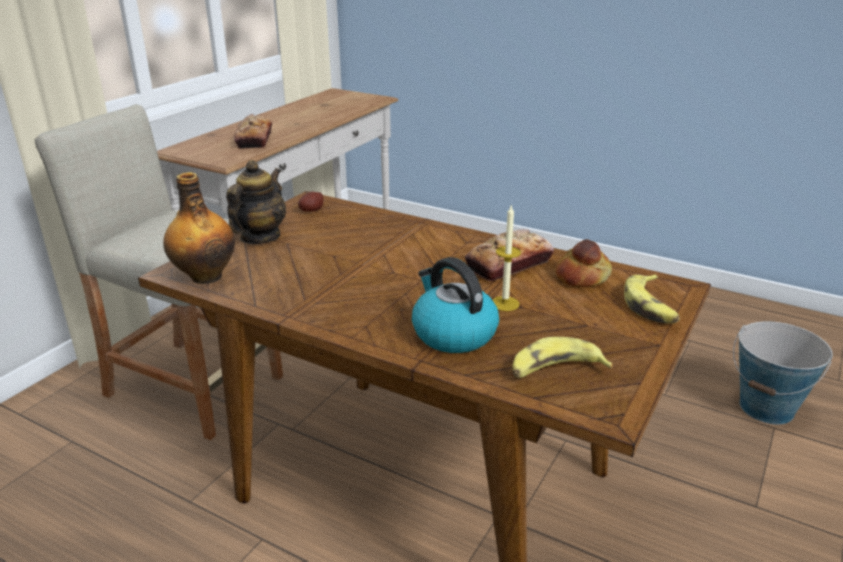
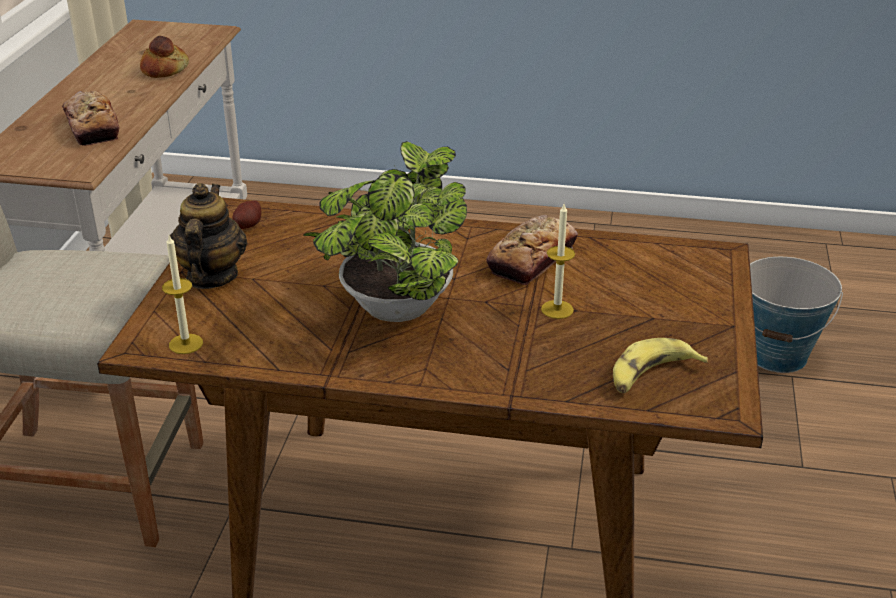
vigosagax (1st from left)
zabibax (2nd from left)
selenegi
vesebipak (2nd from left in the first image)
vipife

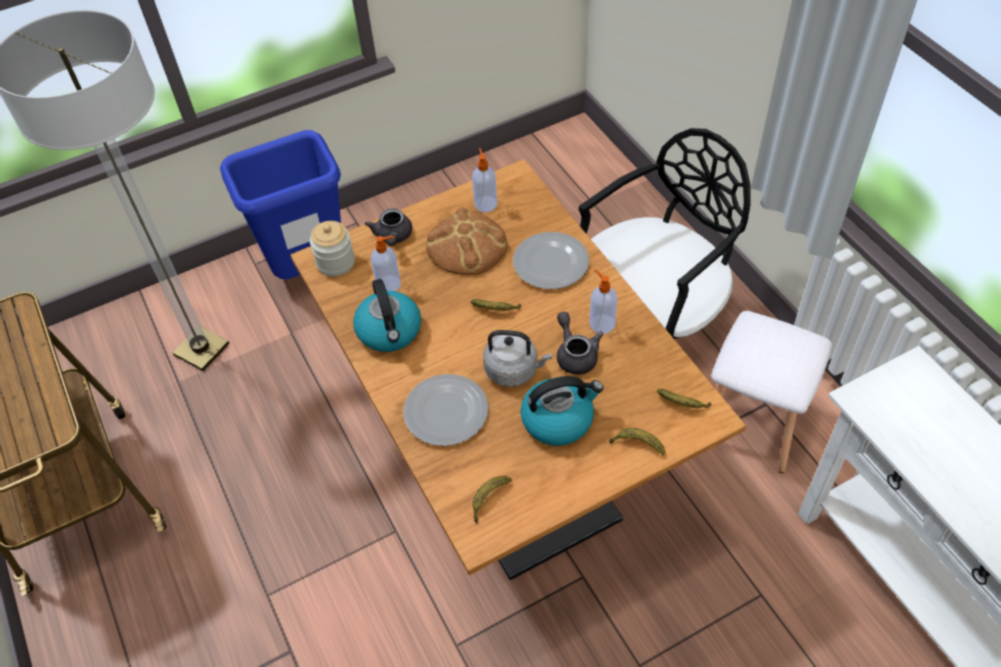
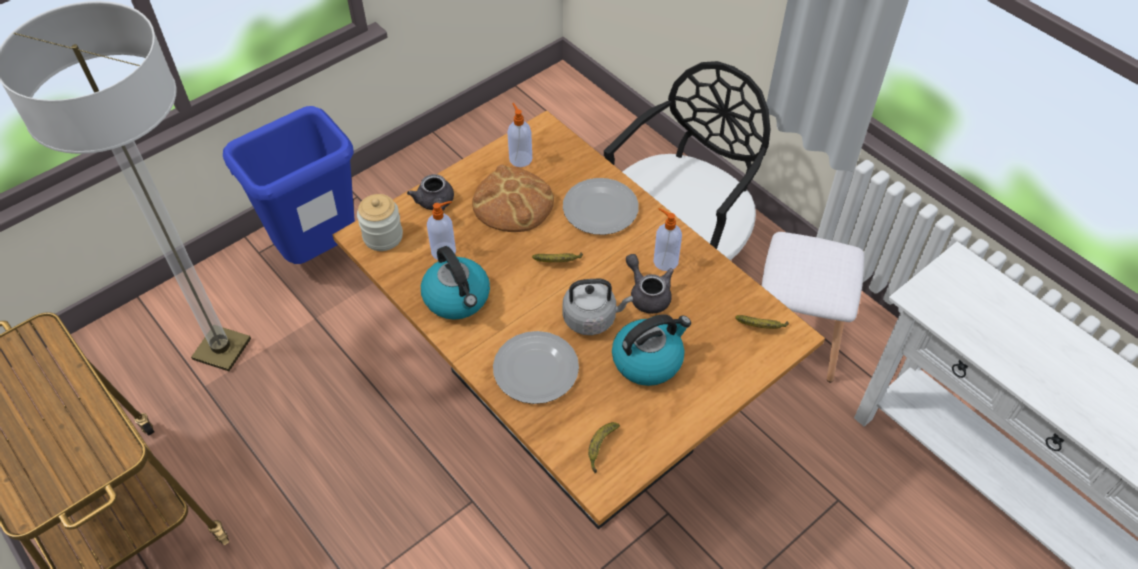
vesebipak (3rd from left in the first image)

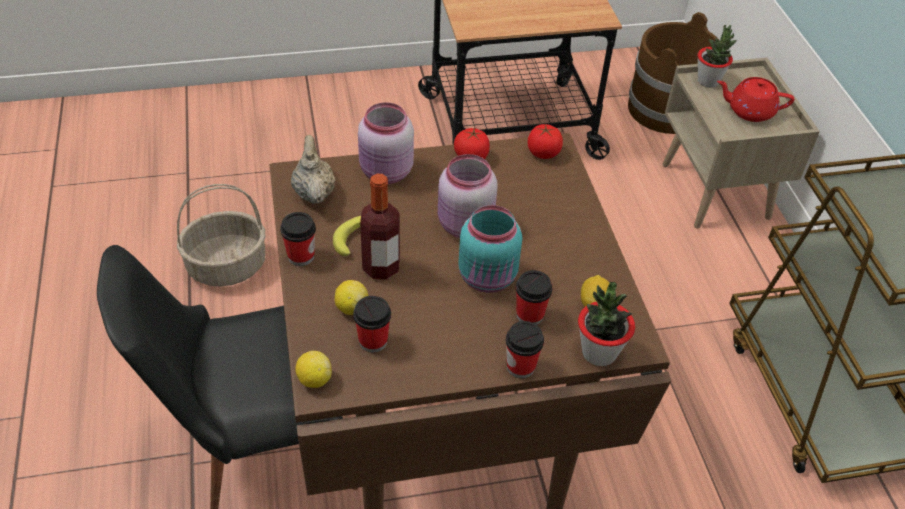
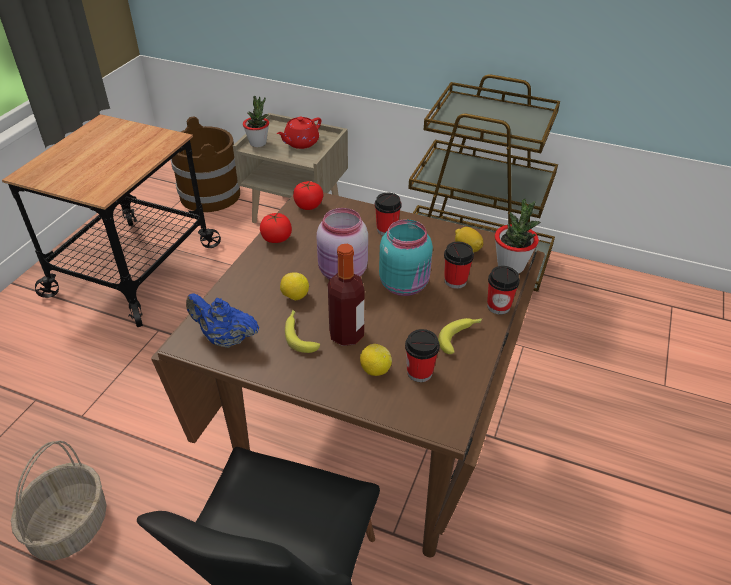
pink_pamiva (1st from left in the first image)
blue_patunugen
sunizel (1st from left)
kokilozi (1st from left)
vesebipak (2nd from left)

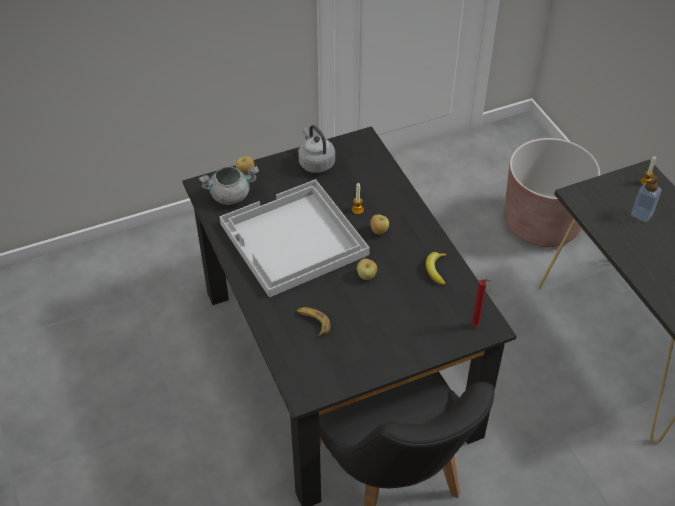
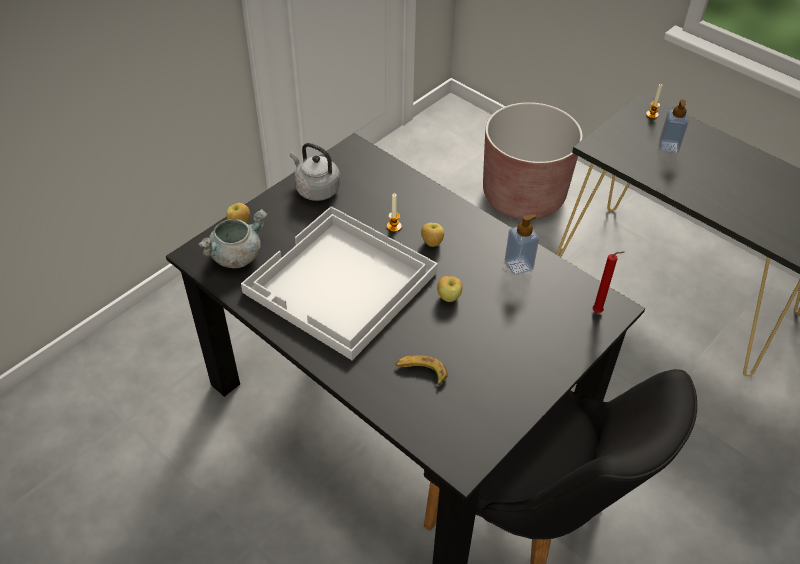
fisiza (1st from left)

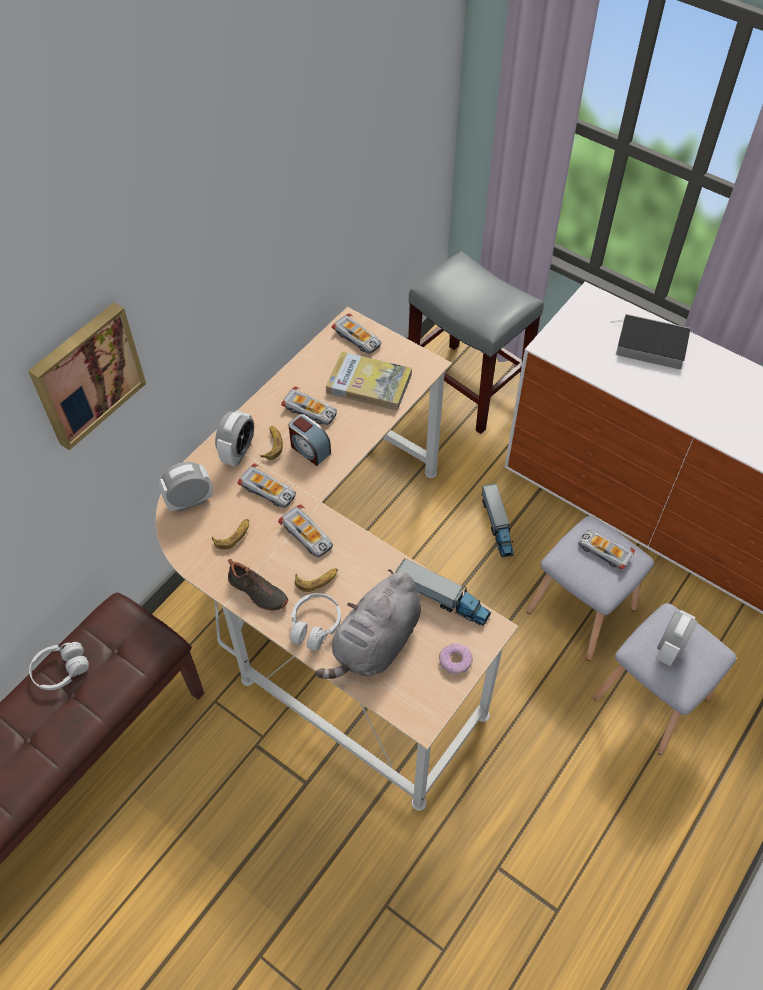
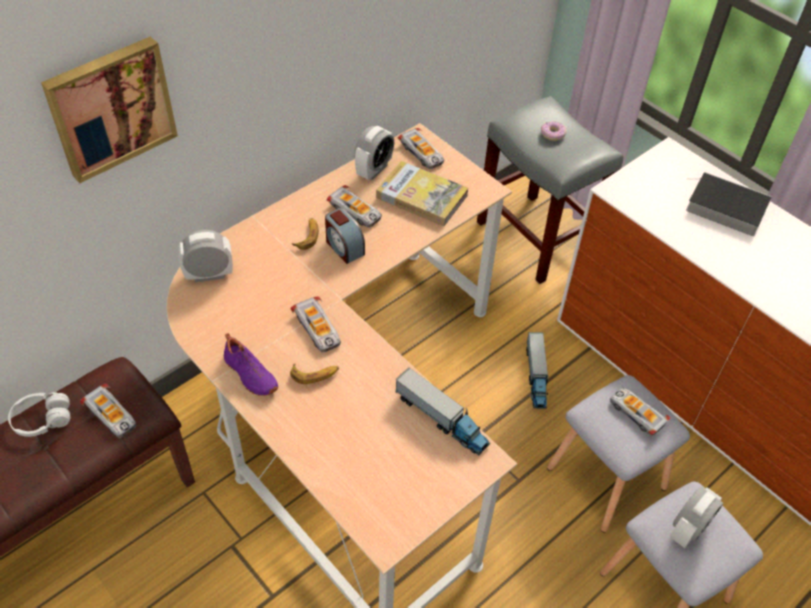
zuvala (3rd from left)
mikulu (1st from left)
vesebipak (1st from left in the first image)
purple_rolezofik
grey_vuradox
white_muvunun (2nd from left in the first image)
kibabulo

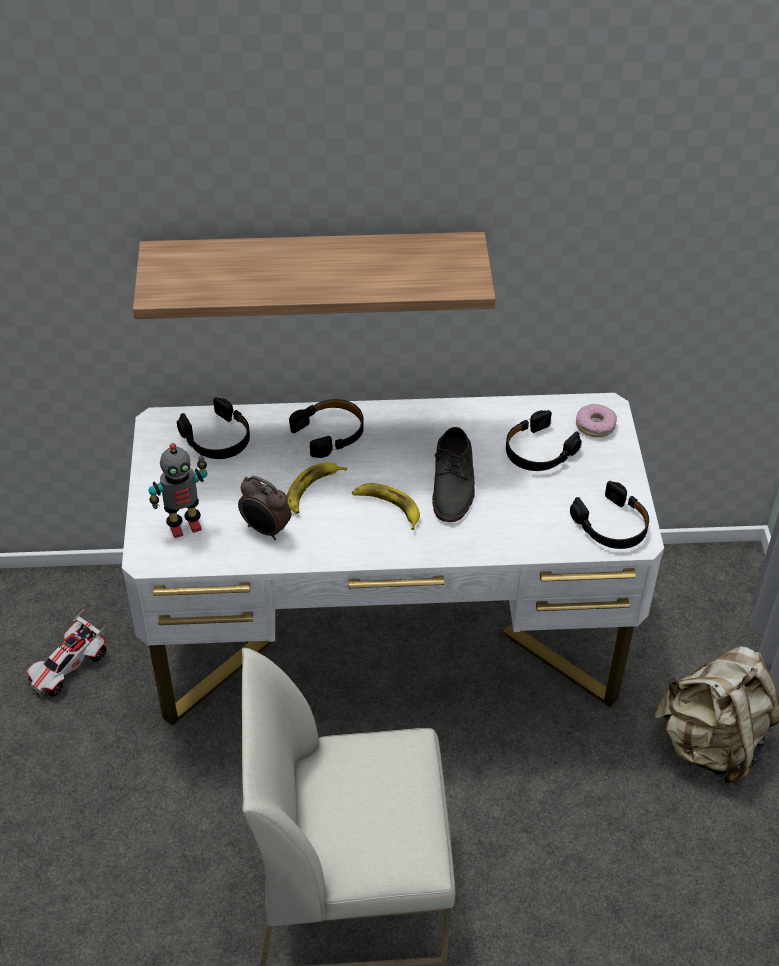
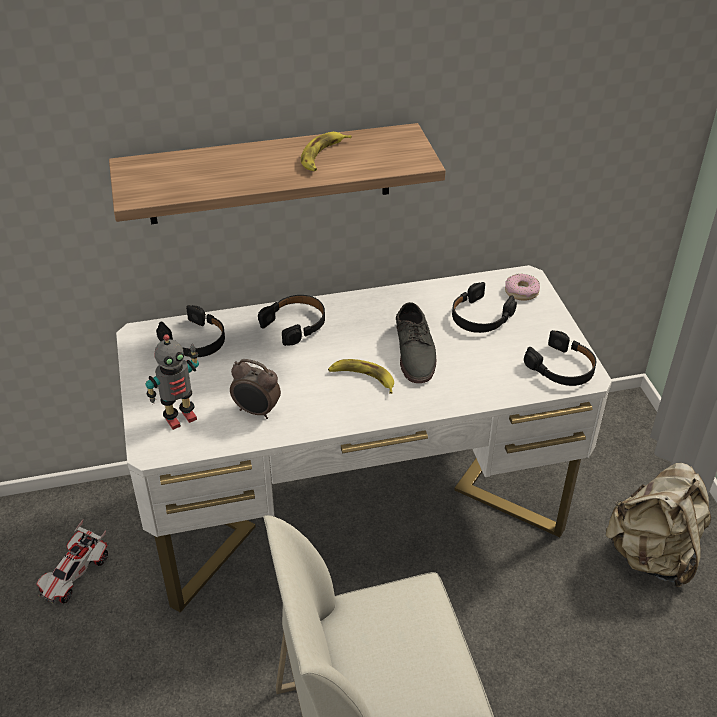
vesebipak (1st from left)

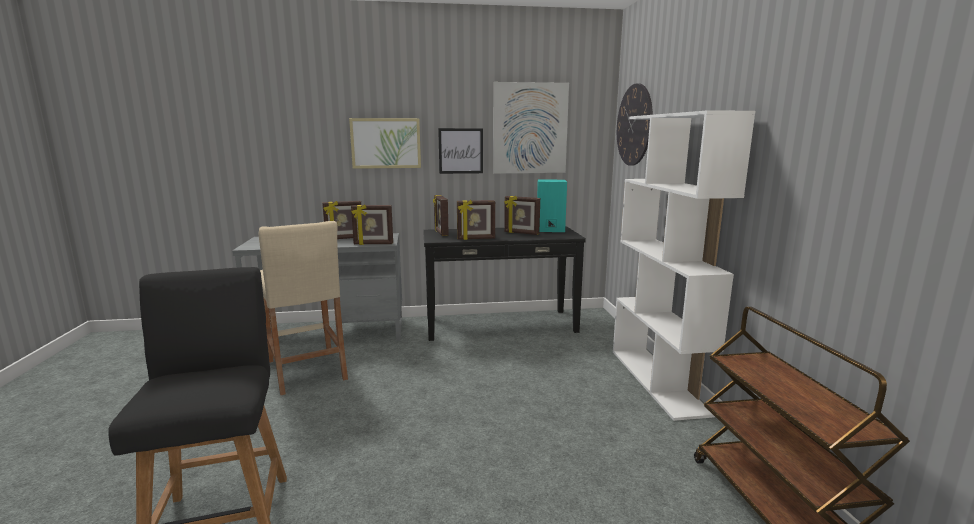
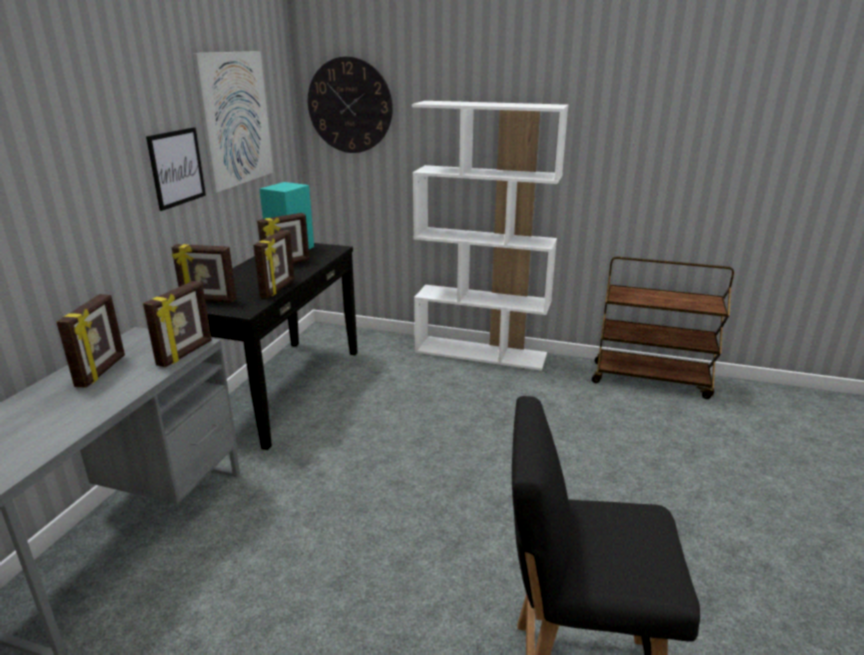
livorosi (1st from left in the first image)
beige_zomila

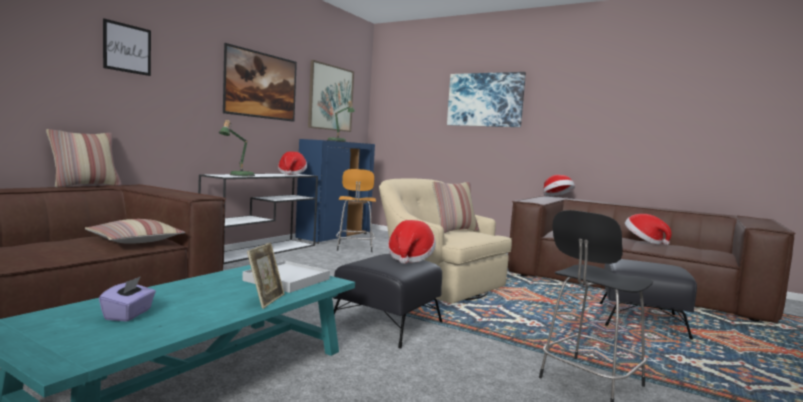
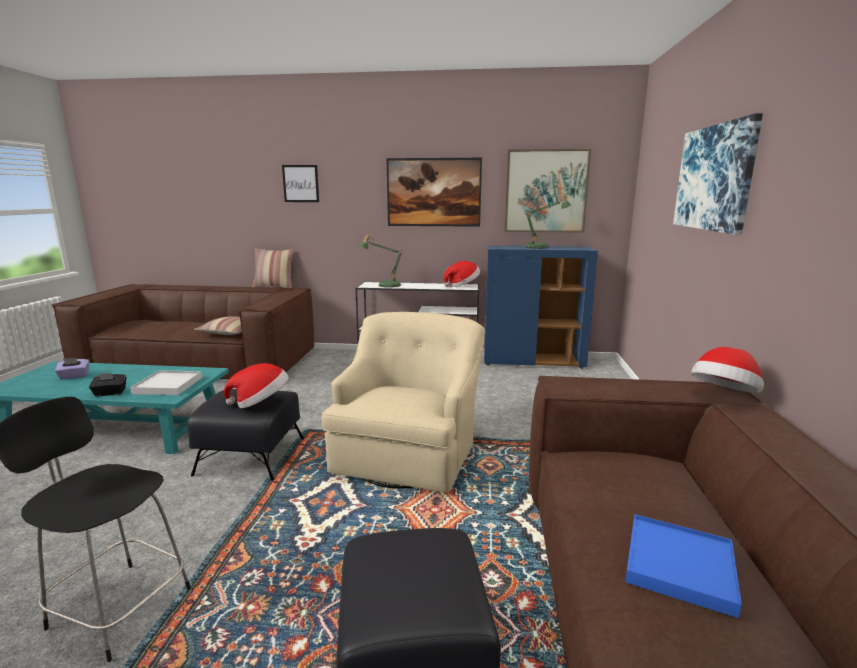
orange_zomila
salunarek (3rd from left in the first image)
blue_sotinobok
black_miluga

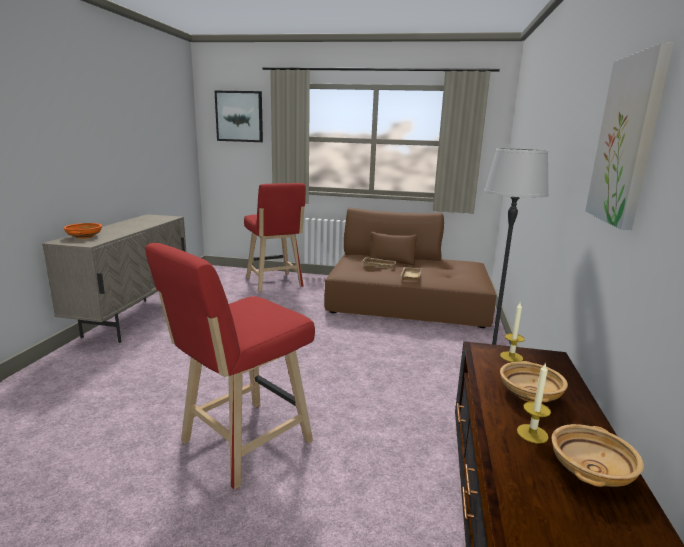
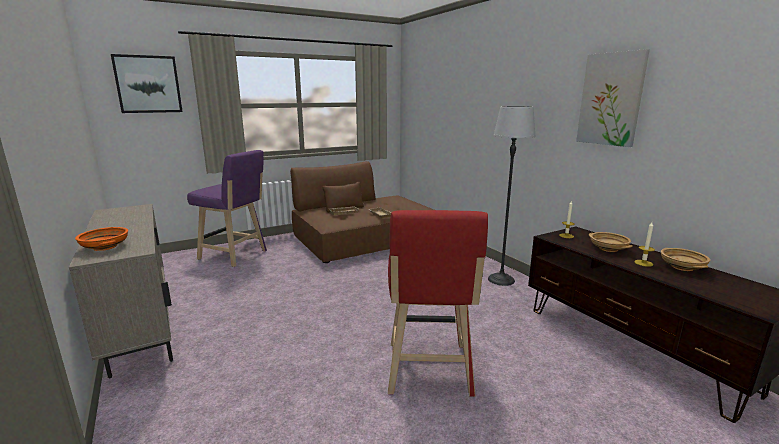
purple_zomila

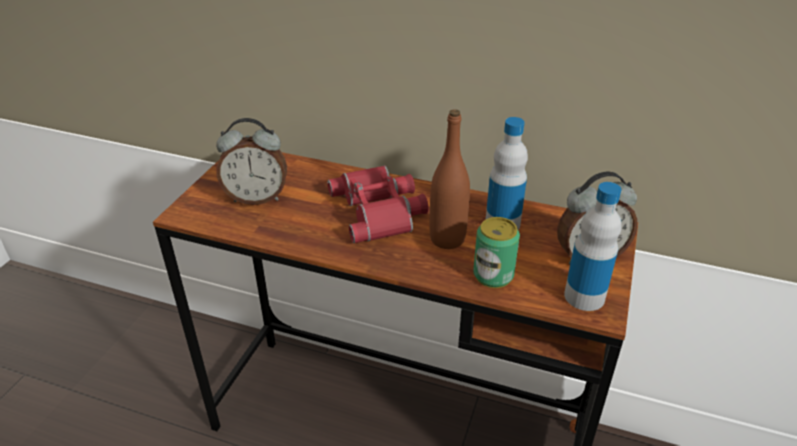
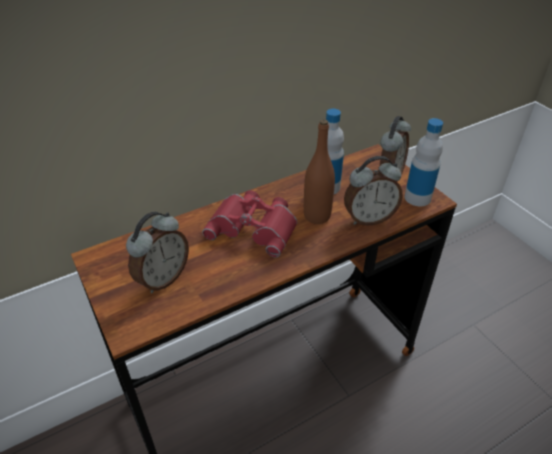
zuvala (2nd from left)

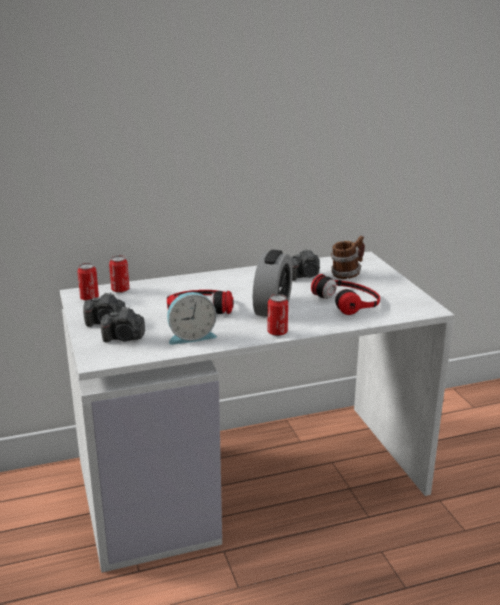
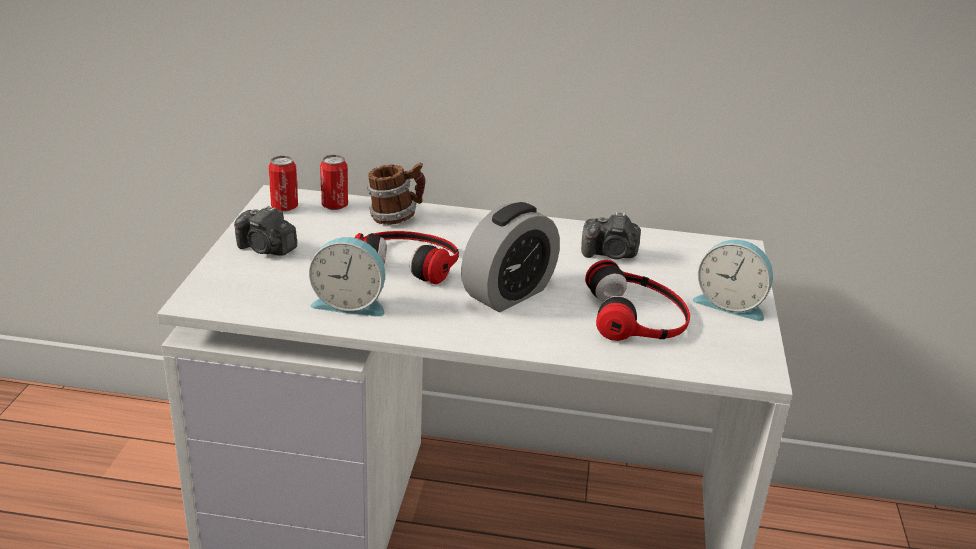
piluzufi
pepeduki (3rd from left in the first image)
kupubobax (2nd from left in the first image)
zuvala (3rd from left)

